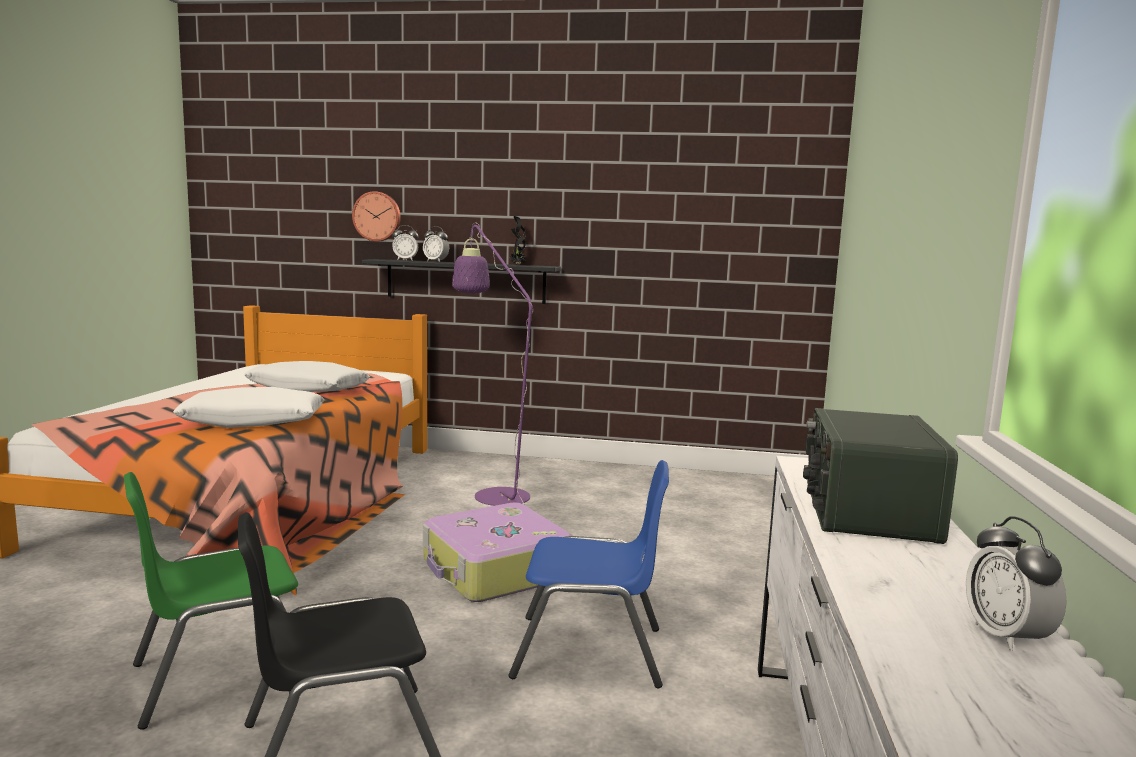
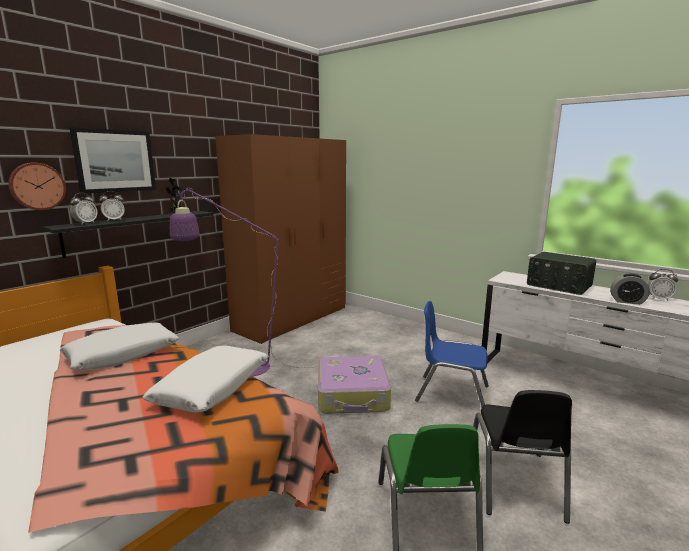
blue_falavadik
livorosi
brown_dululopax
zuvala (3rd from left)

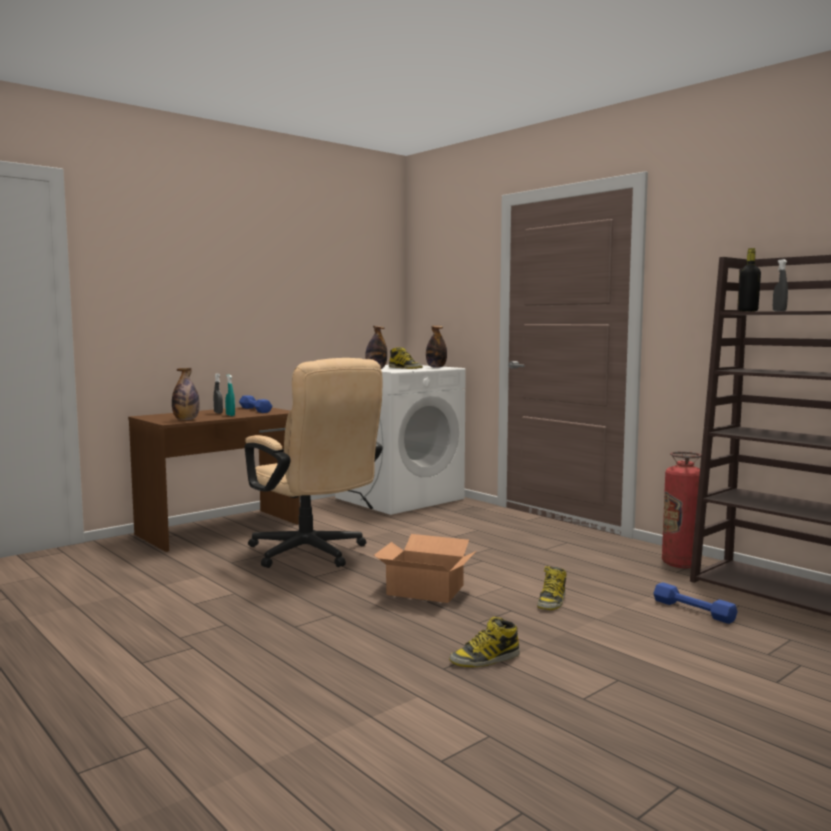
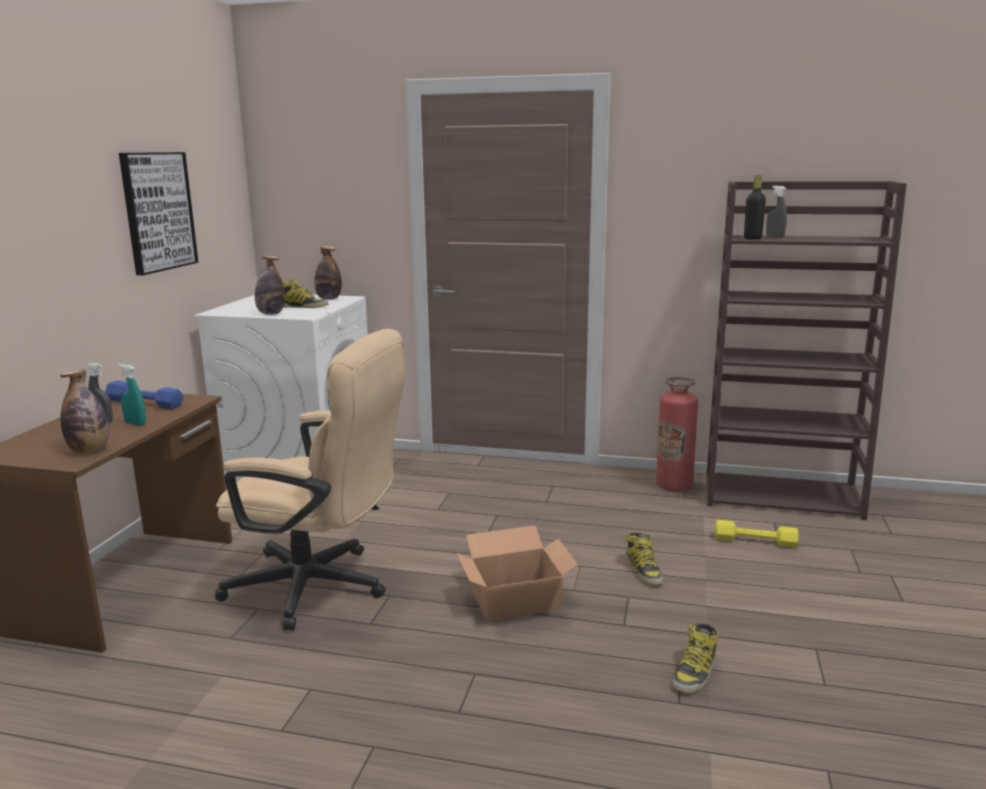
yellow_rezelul
livorosi

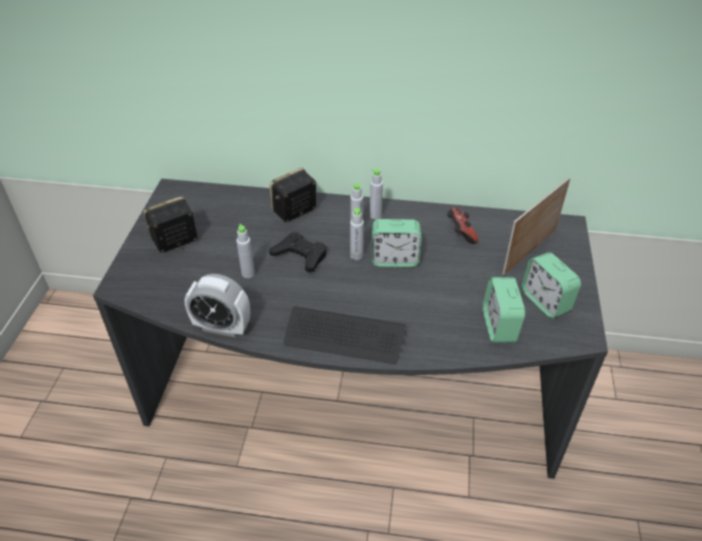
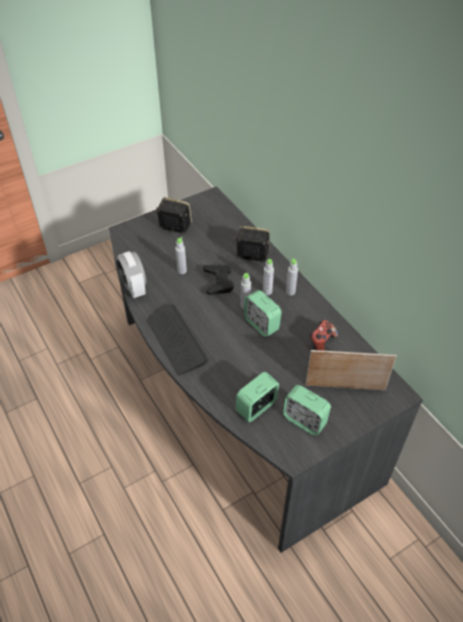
zuvala (4th from left)

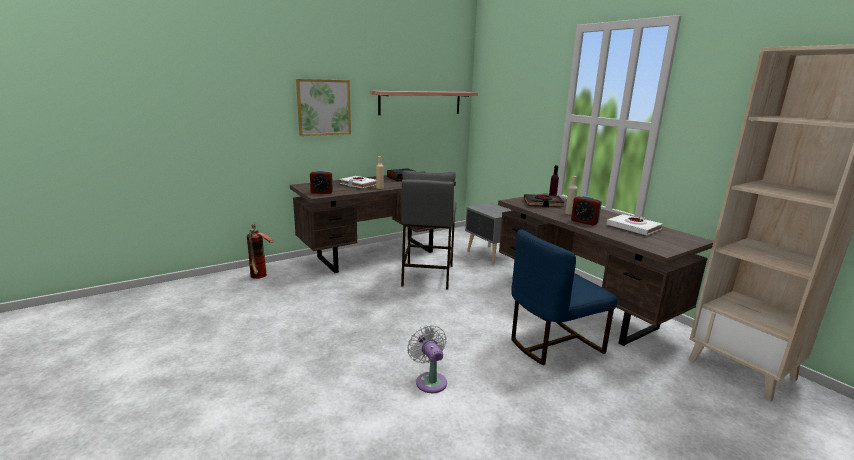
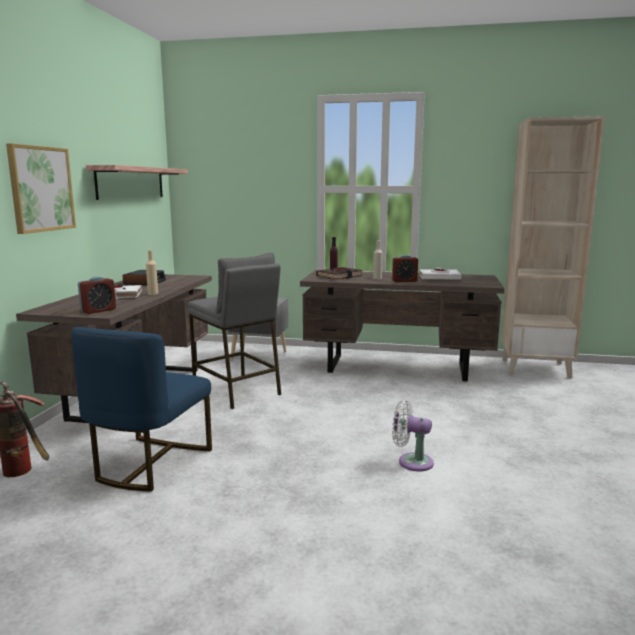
blue_falavadik

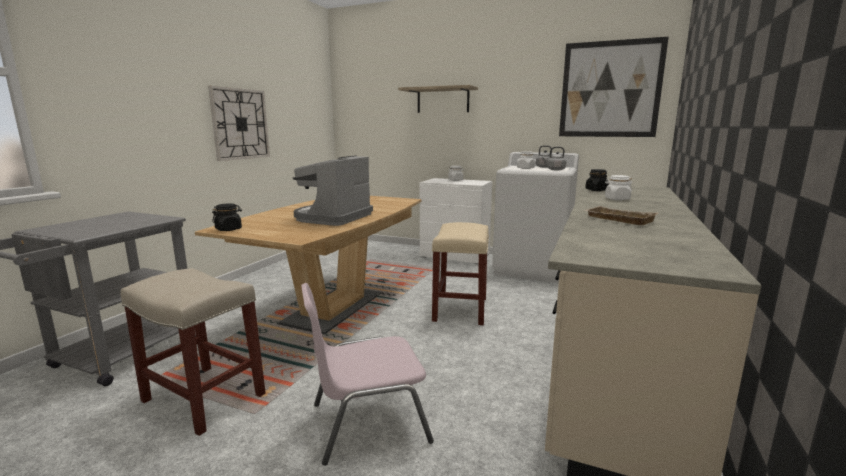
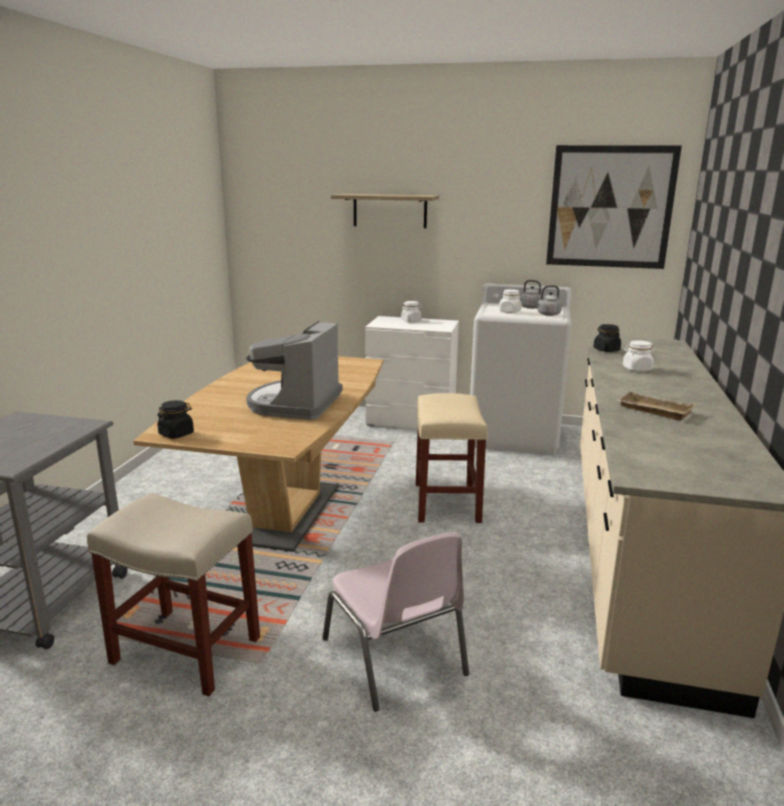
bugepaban
pink_falavadik

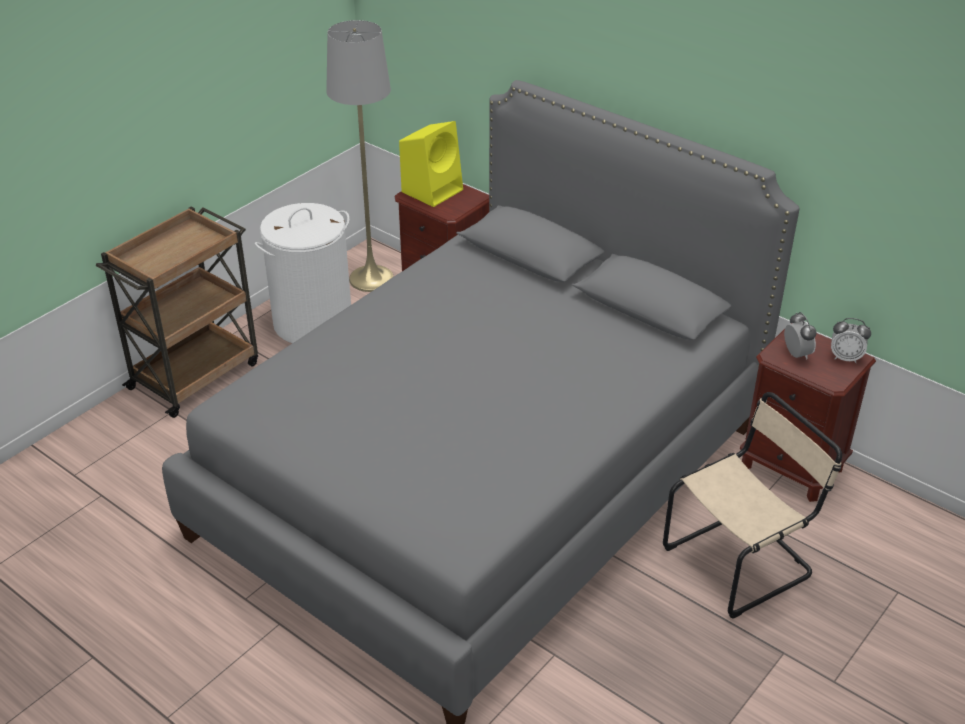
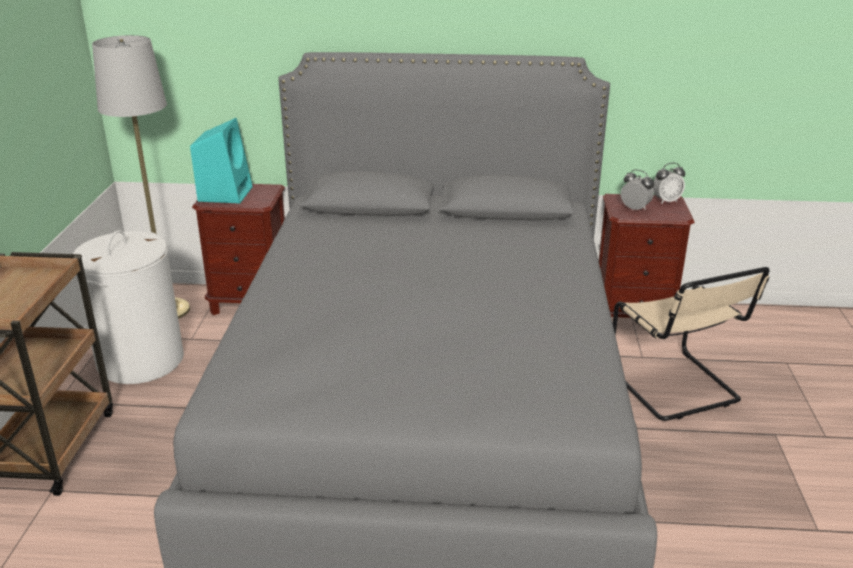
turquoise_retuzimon
beige_falavadik

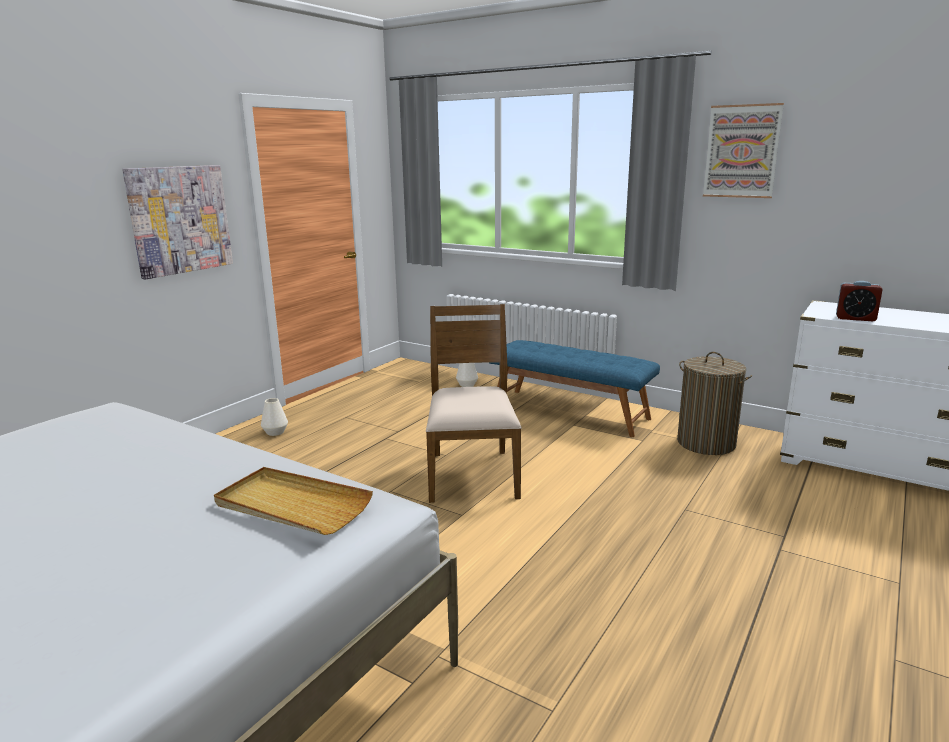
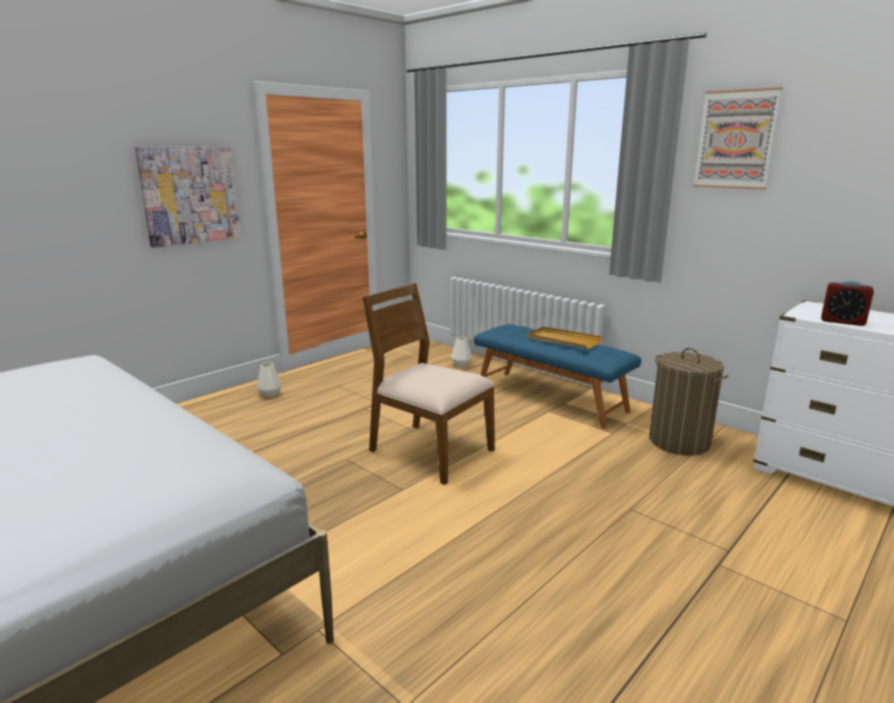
brown_falavadik
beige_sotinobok

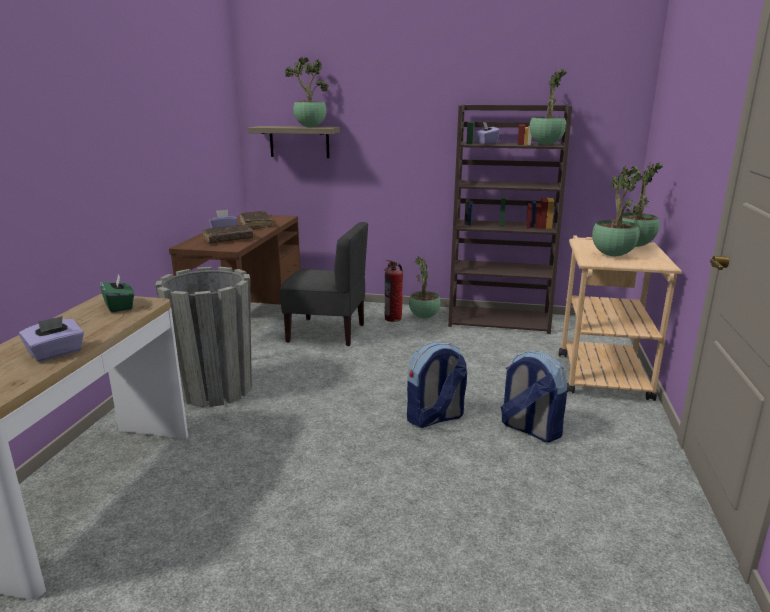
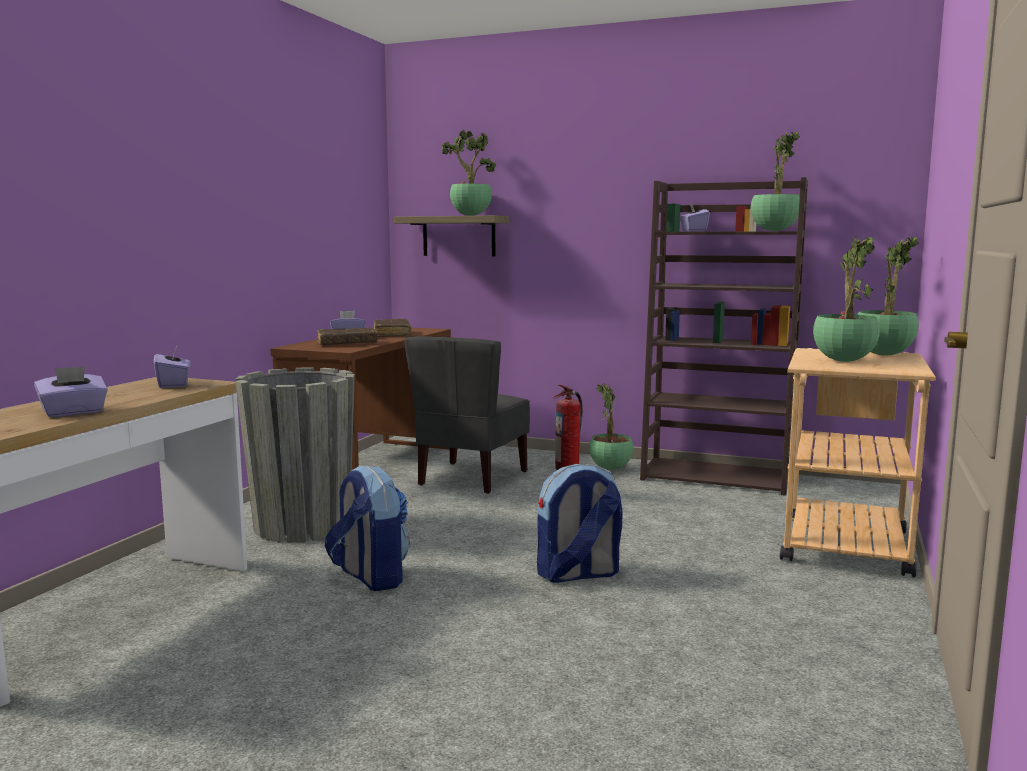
grey_falavadik
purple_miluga (2nd from left)
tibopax (1st from left)

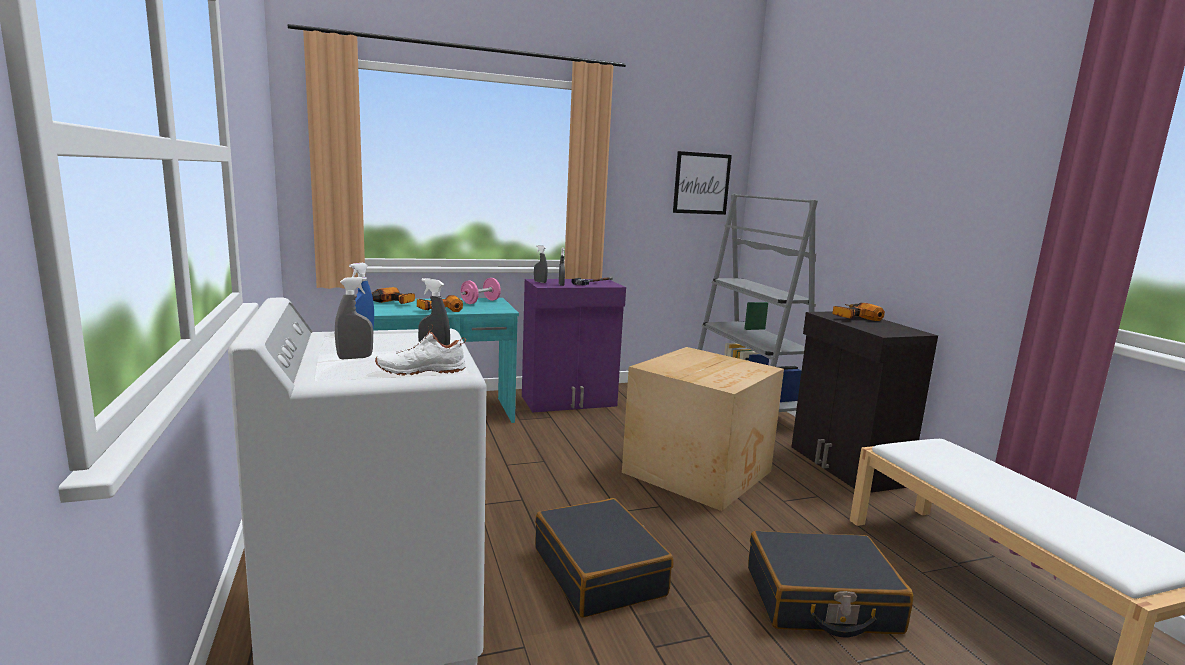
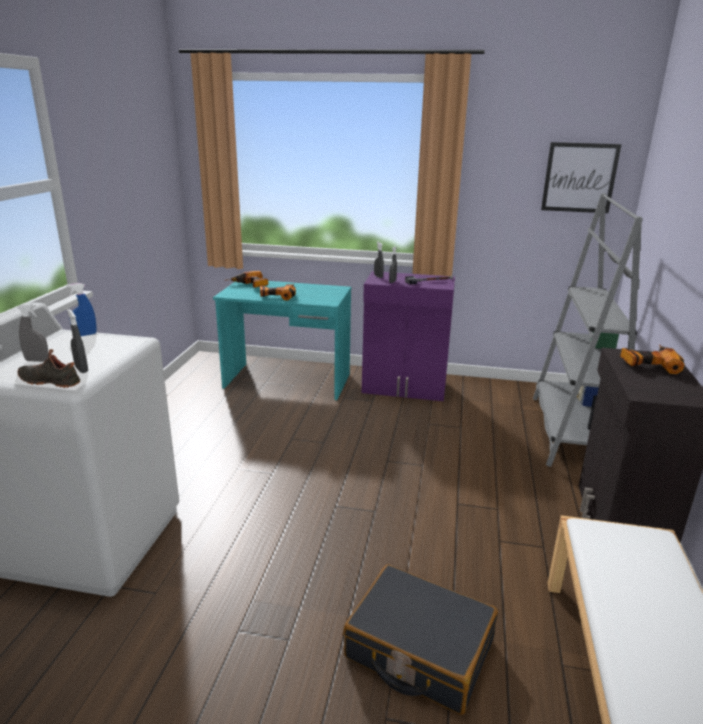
pink_rezelul
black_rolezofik
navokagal
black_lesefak (1st from left in the first image)

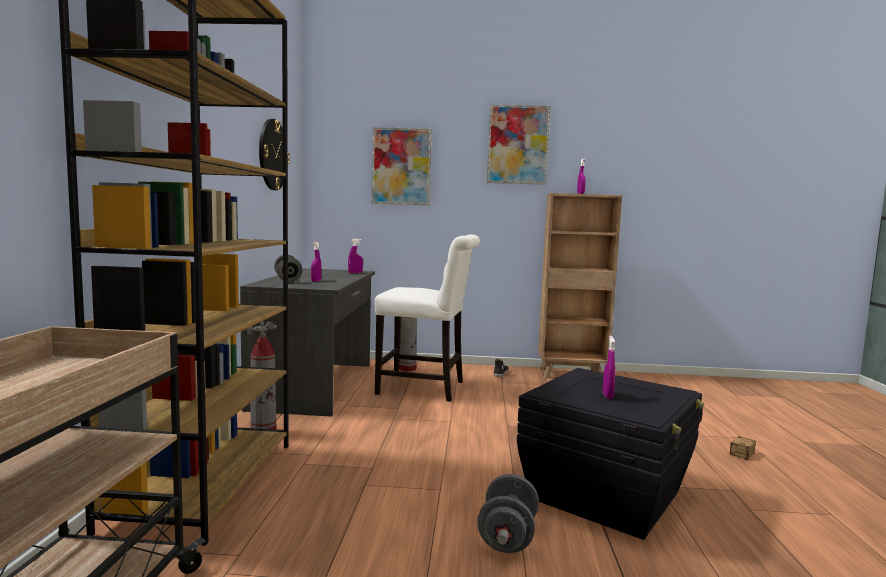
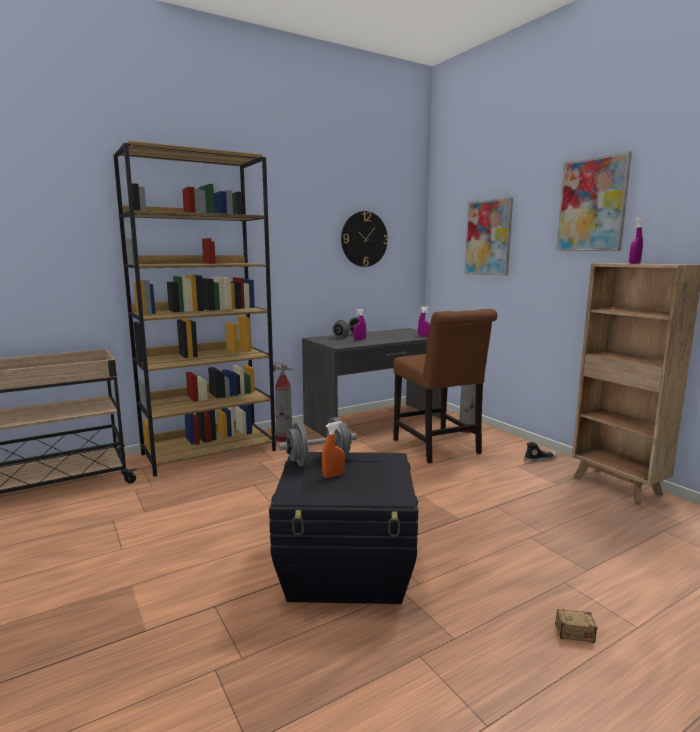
brown_falavadik
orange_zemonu
grey_rezelul (1st from left)

